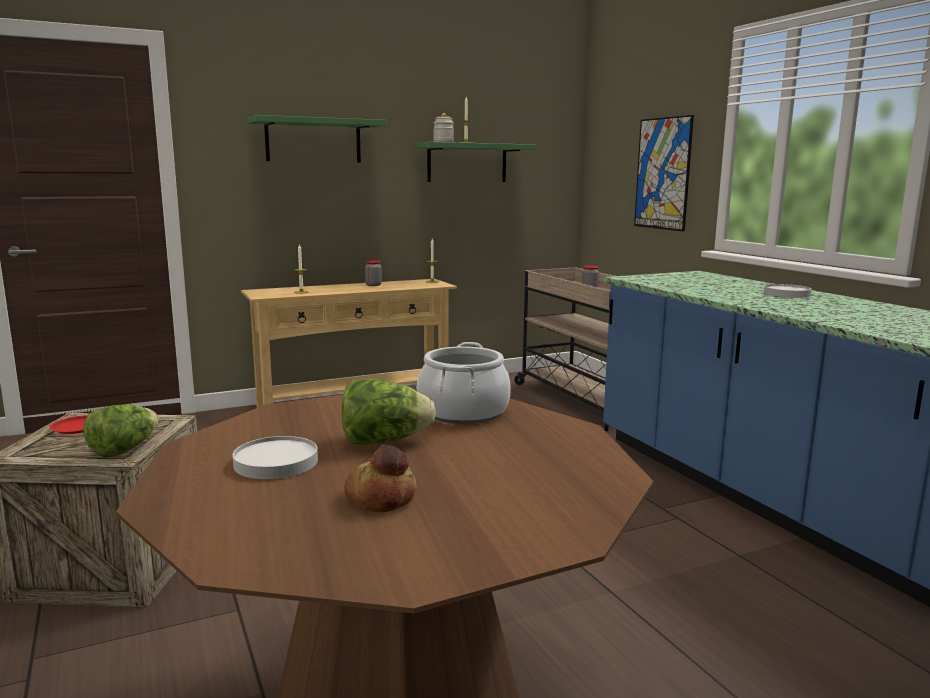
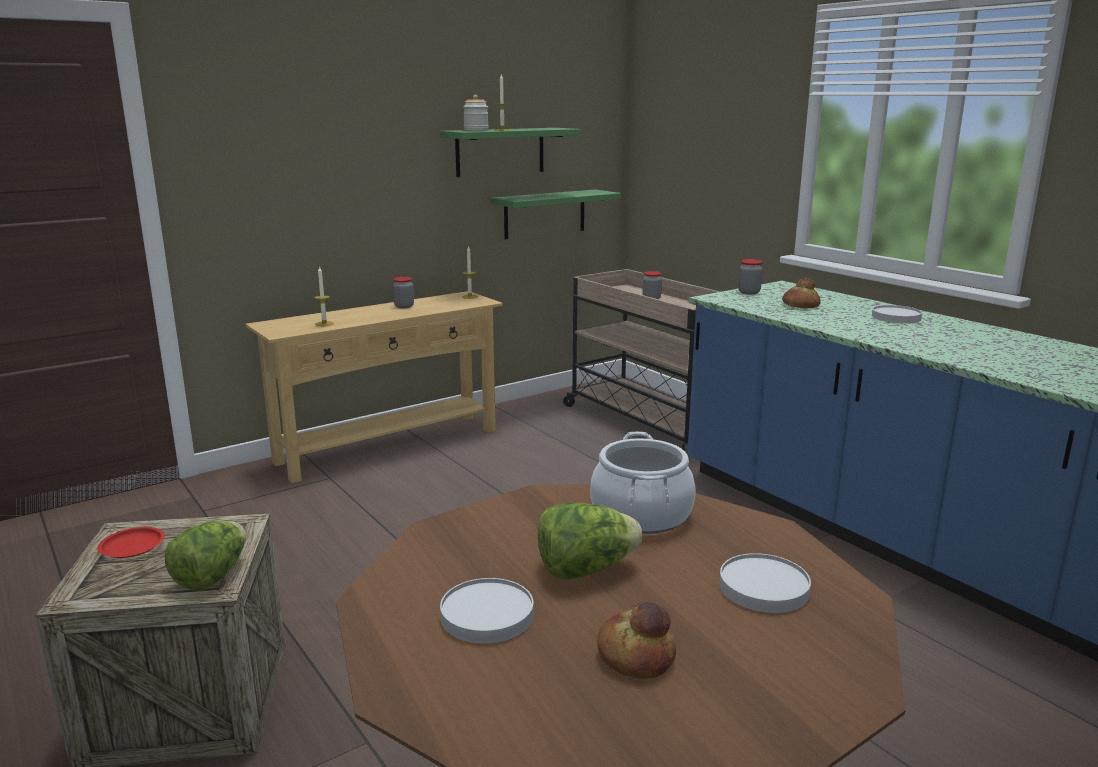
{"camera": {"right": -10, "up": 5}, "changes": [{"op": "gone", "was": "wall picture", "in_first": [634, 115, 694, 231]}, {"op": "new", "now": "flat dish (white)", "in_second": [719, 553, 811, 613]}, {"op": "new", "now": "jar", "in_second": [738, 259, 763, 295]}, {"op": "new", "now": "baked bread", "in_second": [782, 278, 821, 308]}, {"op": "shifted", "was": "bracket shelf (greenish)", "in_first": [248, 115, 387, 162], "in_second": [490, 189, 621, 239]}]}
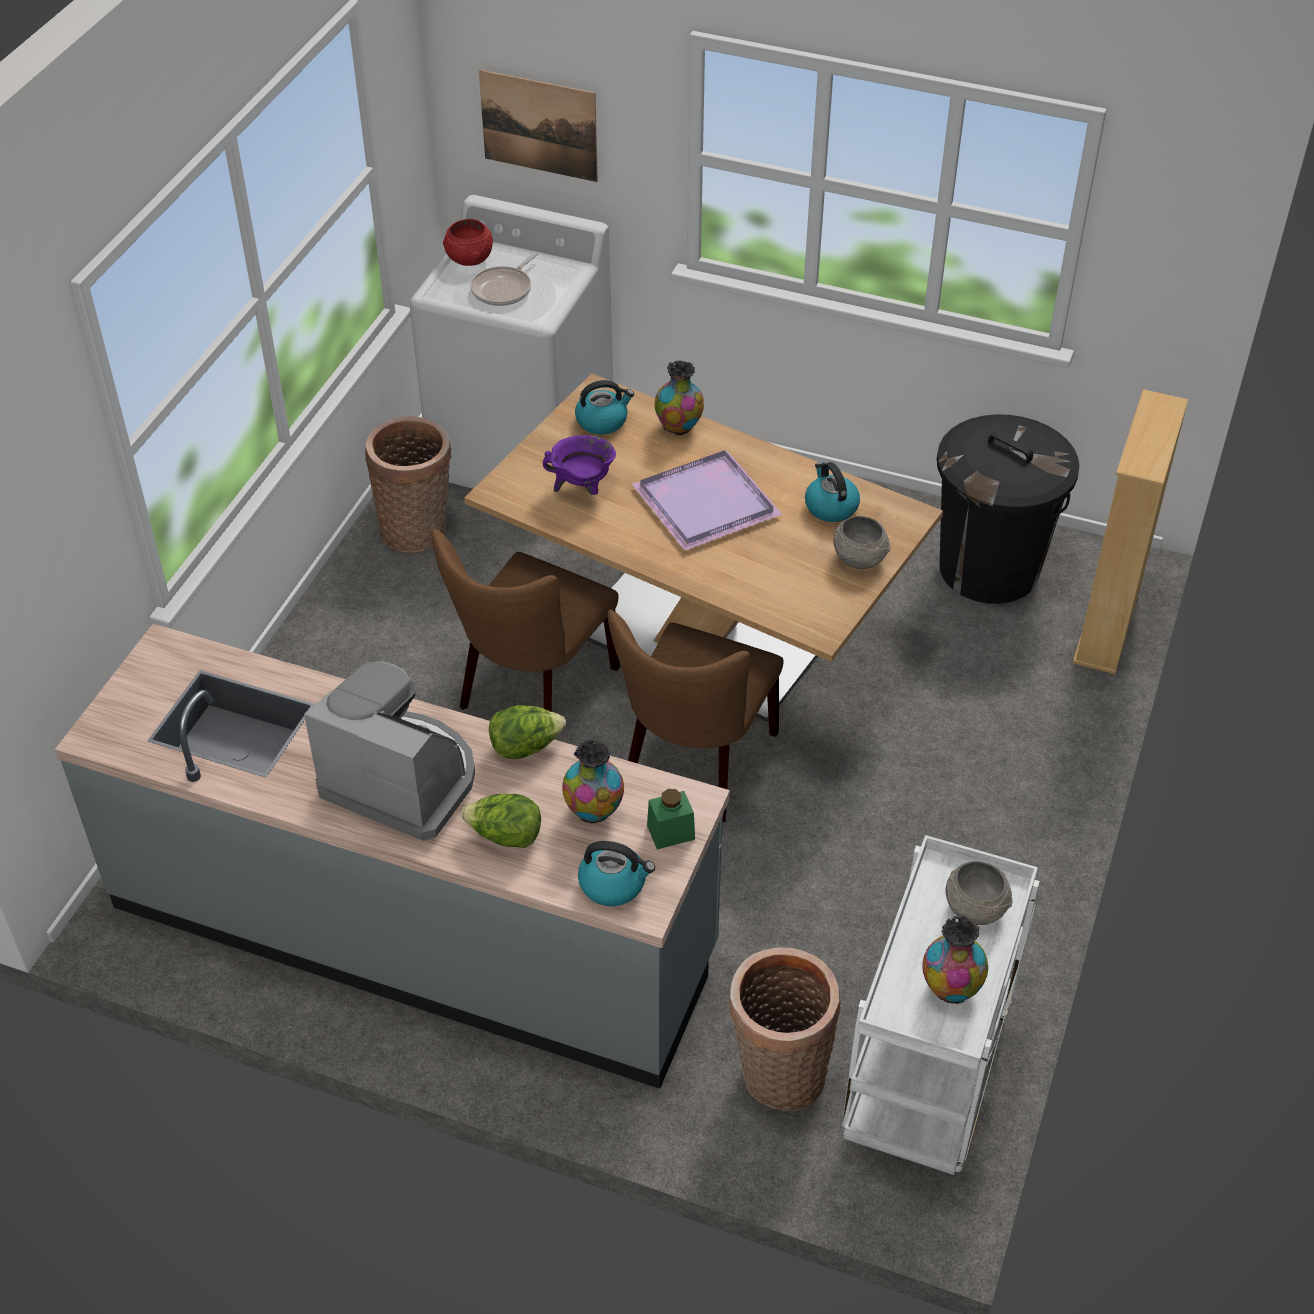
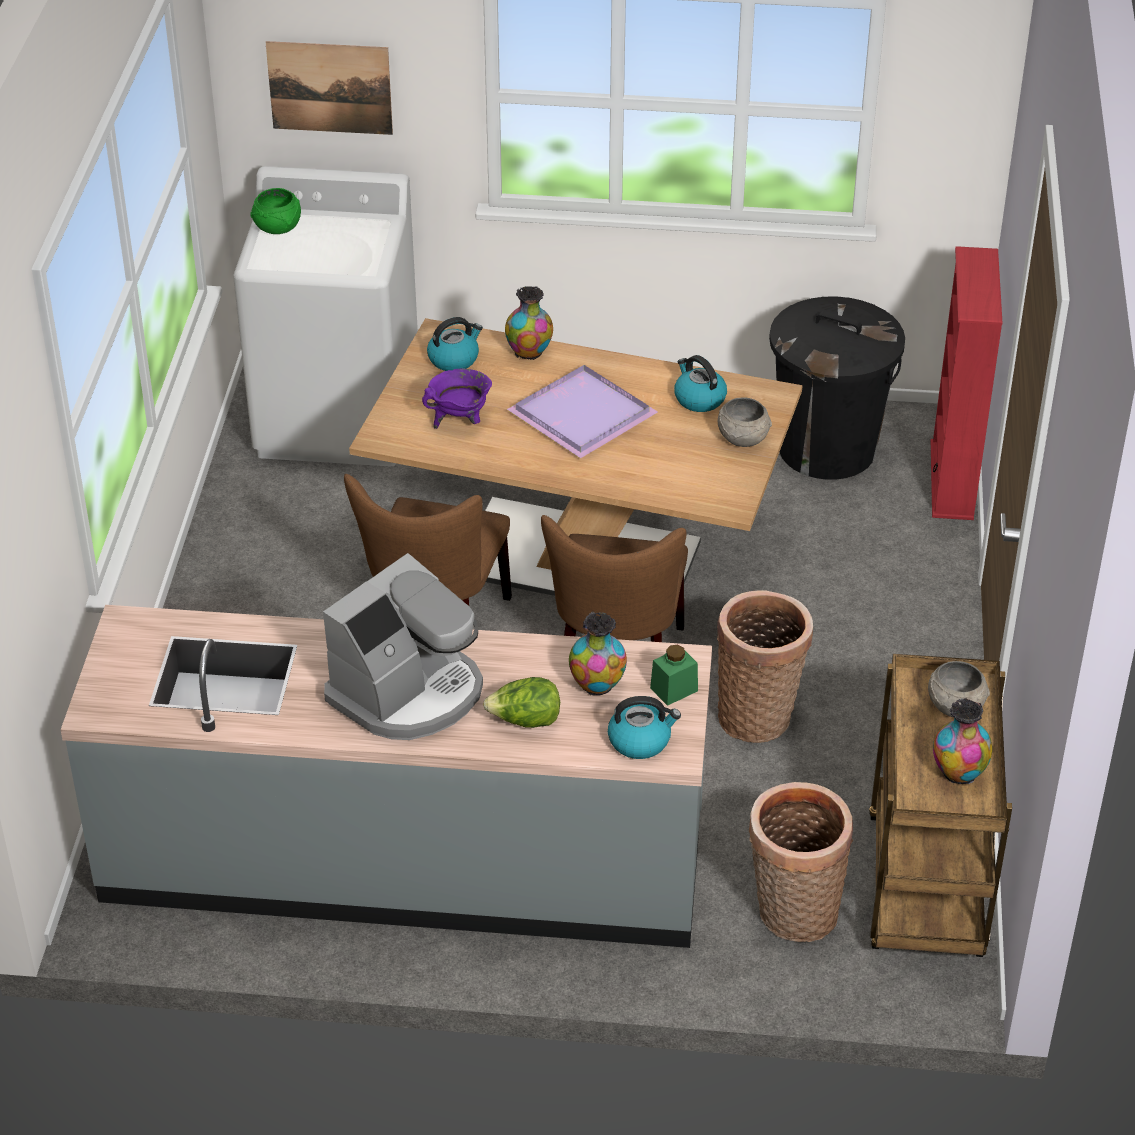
{"camera": {"right": -15, "up": -5}, "changes": [{"op": "gone", "was": "pan", "in_first": [470, 251, 539, 306]}, {"op": "gone", "was": "lettuce head", "in_first": [489, 705, 566, 759]}, {"op": "shifted", "was": "storage basket", "in_first": [365, 416, 452, 553], "in_second": [717, 590, 813, 743]}, {"op": "repainted", "was": "serving bowl (red-coloured)", "now": "serving bowl (greenish)", "in_first": [443, 219, 493, 266], "in_second": [250, 188, 301, 234]}, {"op": "repainted", "was": "wheeled cart (white)", "now": "wheeled cart (brown-coloured)", "in_first": [842, 835, 1040, 1175], "in_second": [869, 654, 1012, 957]}, {"op": "repainted", "was": "bookcase (beige)", "now": "bookcase (red-coloured)", "in_first": [1073, 389, 1188, 674], "in_second": [931, 246, 1003, 520]}, {"op": "rotated", "was": "coffee machine", "in_first": [304, 662, 475, 841], "in_second": [323, 553, 483, 740], "clockwise": 120}]}
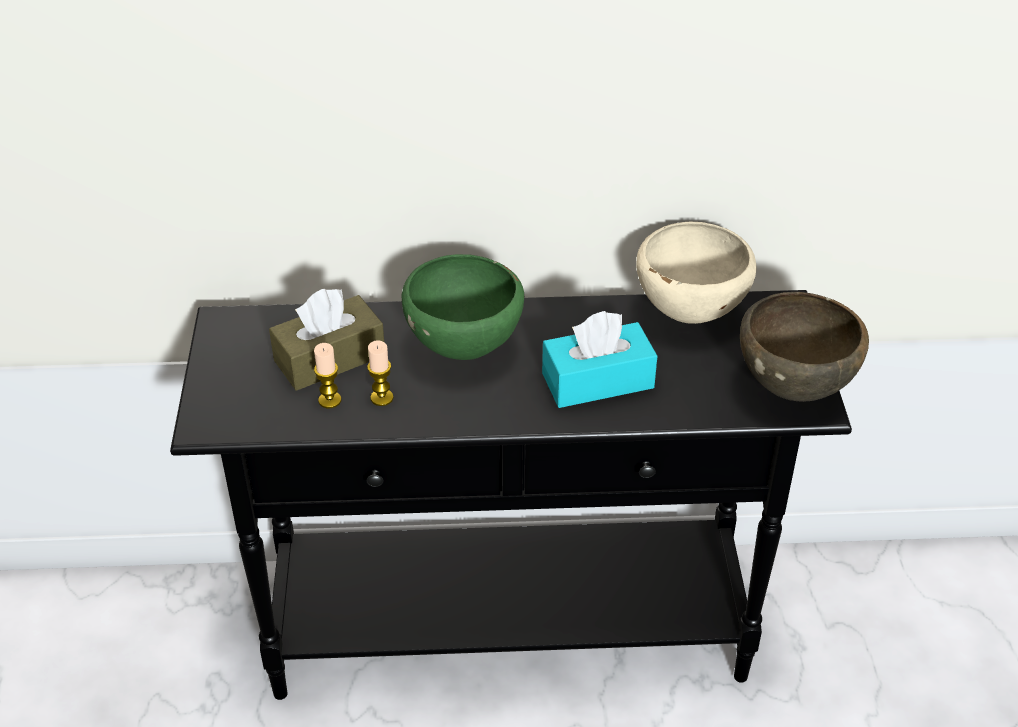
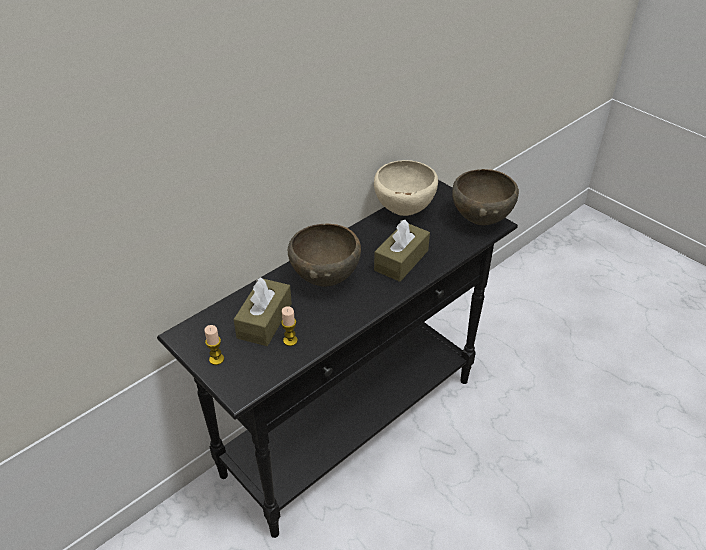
{"camera": {"right": -40, "up": 0}, "changes": [{"op": "shifted", "was": "candle", "in_first": [367, 340, 394, 406], "in_second": [204, 325, 224, 365]}, {"op": "repainted", "was": "serving bowl (greenish)", "now": "serving bowl (brown-coloured)", "in_first": [401, 254, 524, 360], "in_second": [288, 224, 361, 286]}, {"op": "repainted", "was": "tissue box (blue-green)", "now": "tissue box (brown-coloured)", "in_first": [542, 311, 657, 408], "in_second": [374, 220, 430, 282]}]}
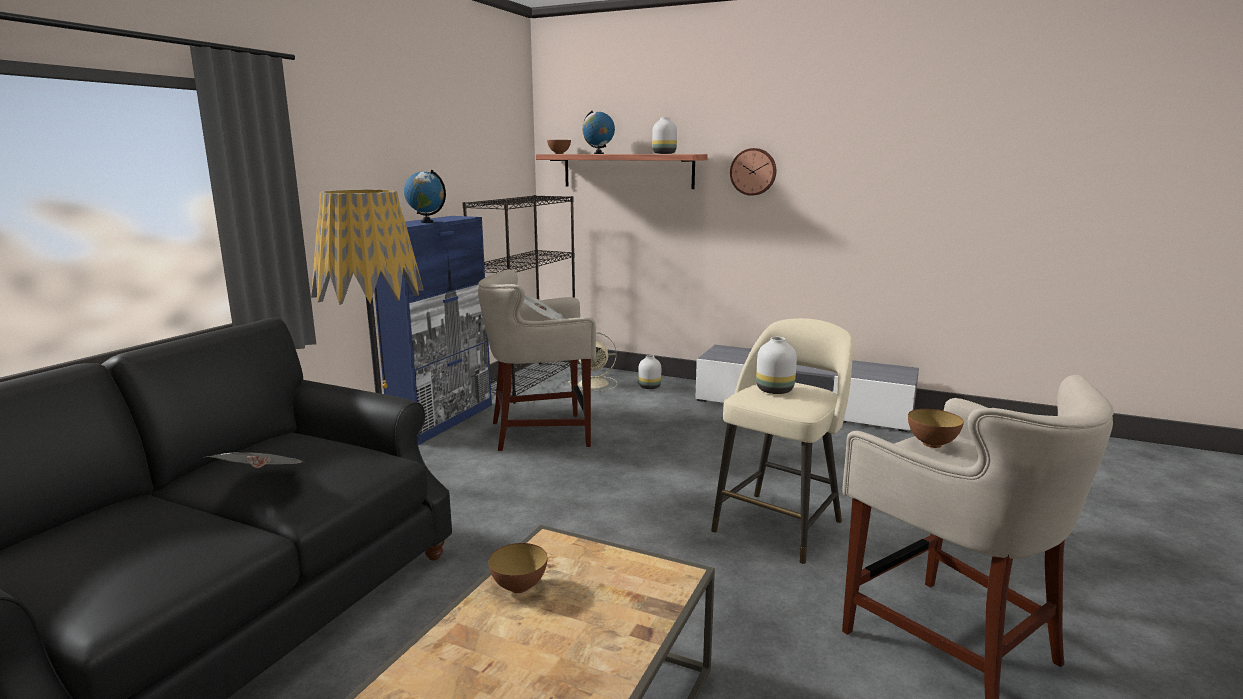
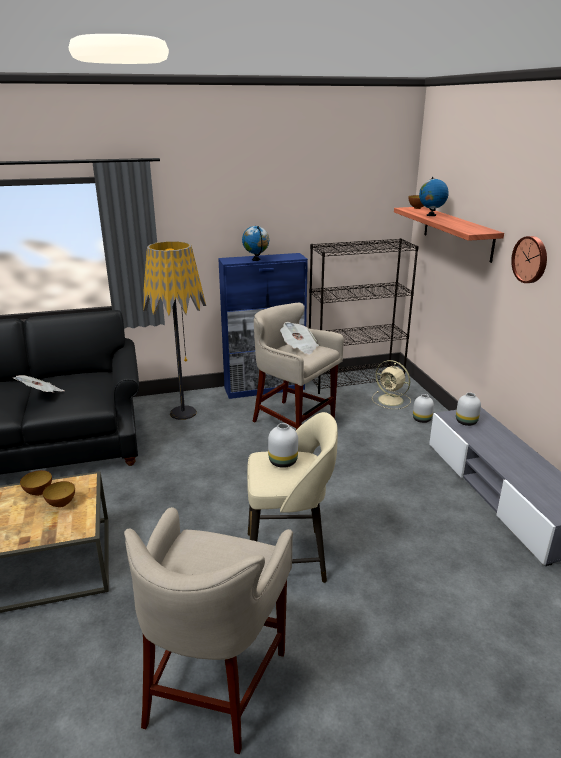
{"camera": {"right": 50, "up": 10}, "changes": [{"op": "shifted", "was": "decorative vase (white)", "in_first": [652, 117, 677, 154], "in_second": [456, 392, 481, 426]}, {"op": "shifted", "was": "serving bowl", "in_first": [908, 409, 964, 448], "in_second": [43, 481, 75, 508]}]}
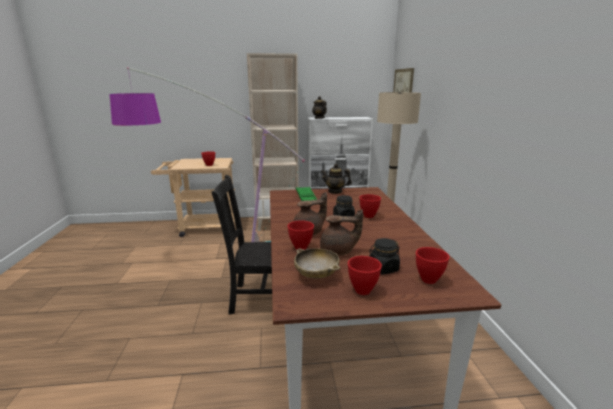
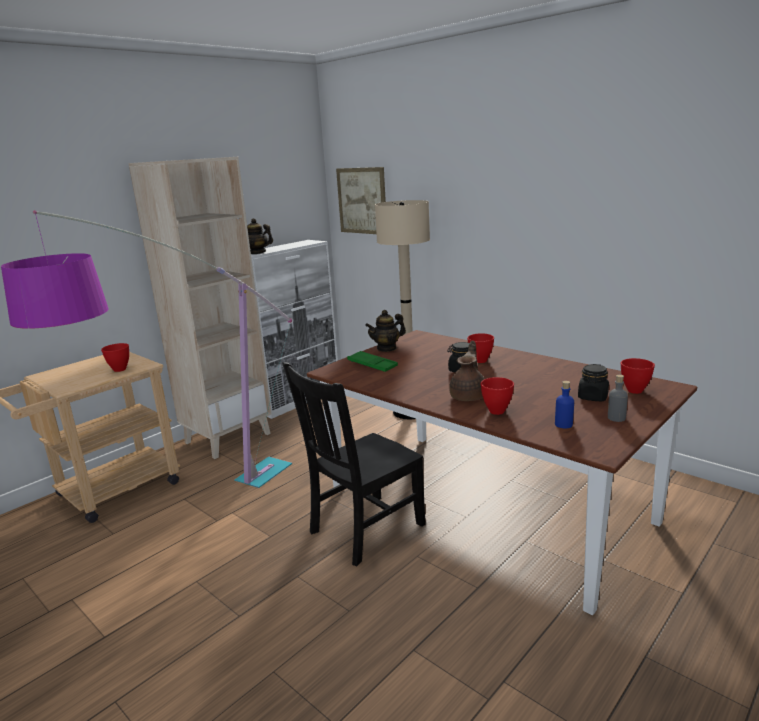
{"camera": {"right": -40, "up": 0}, "changes": [{"op": "gone", "was": "teapot (brown-coloured)", "in_first": [320, 209, 363, 256]}, {"op": "swapped", "was": "serving bowl (beige)", "now": "drink bottle (blue-coloured)", "in_first": [294, 248, 341, 278], "in_second": [555, 381, 574, 428]}, {"op": "swapped", "was": "serving bowl (red-coloured)", "now": "drink bottle (gray)", "in_first": [348, 256, 382, 295], "in_second": [608, 375, 628, 422]}]}
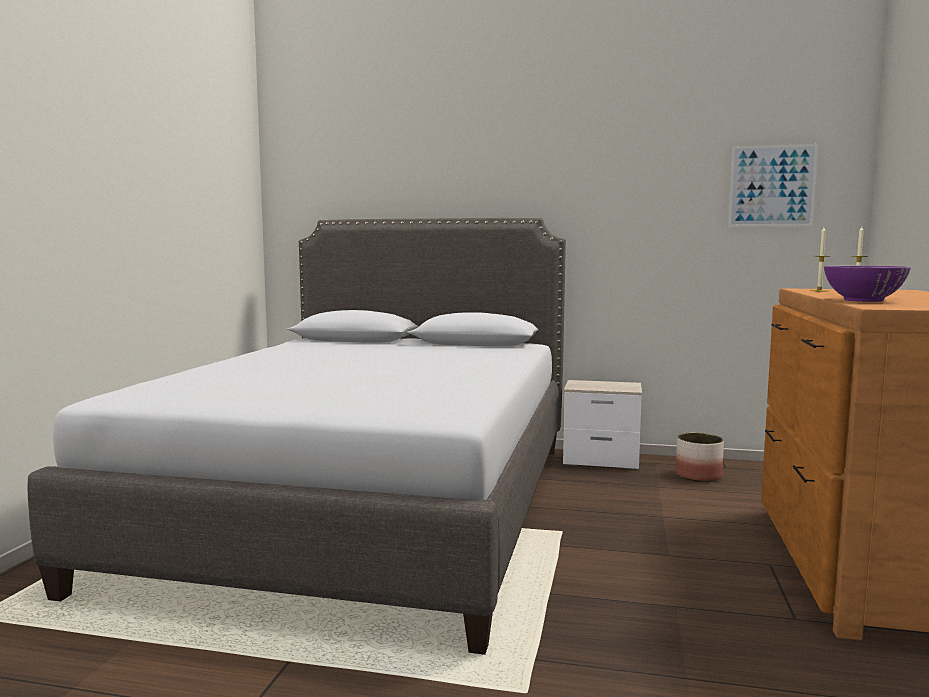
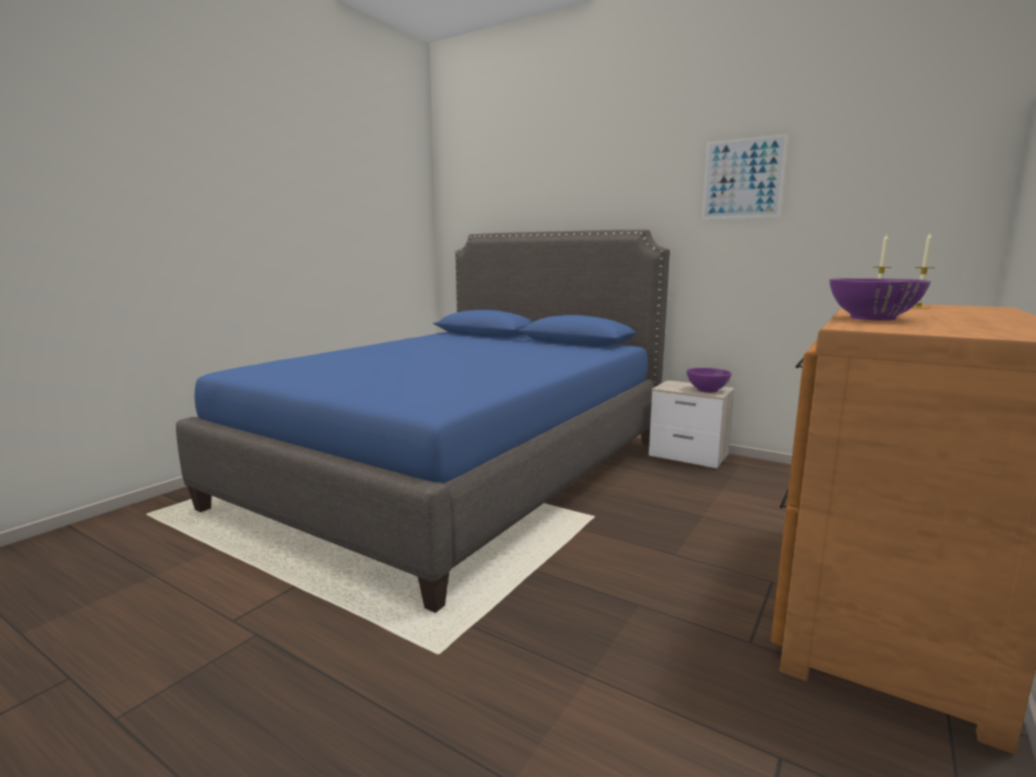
{"camera": {"right": 20, "up": 5}, "changes": [{"op": "gone", "was": "plant pot", "in_first": [675, 433, 724, 482]}, {"op": "new", "now": "serving bowl (purplish)", "in_second": [687, 368, 732, 393]}, {"op": "shifted", "was": "wall picture", "in_first": [728, 144, 818, 227], "in_second": [702, 134, 788, 219]}, {"op": "repainted", "was": "bed (gray)", "now": "bed (blue-coloured)", "in_first": [27, 218, 566, 655], "in_second": [176, 230, 670, 613]}]}
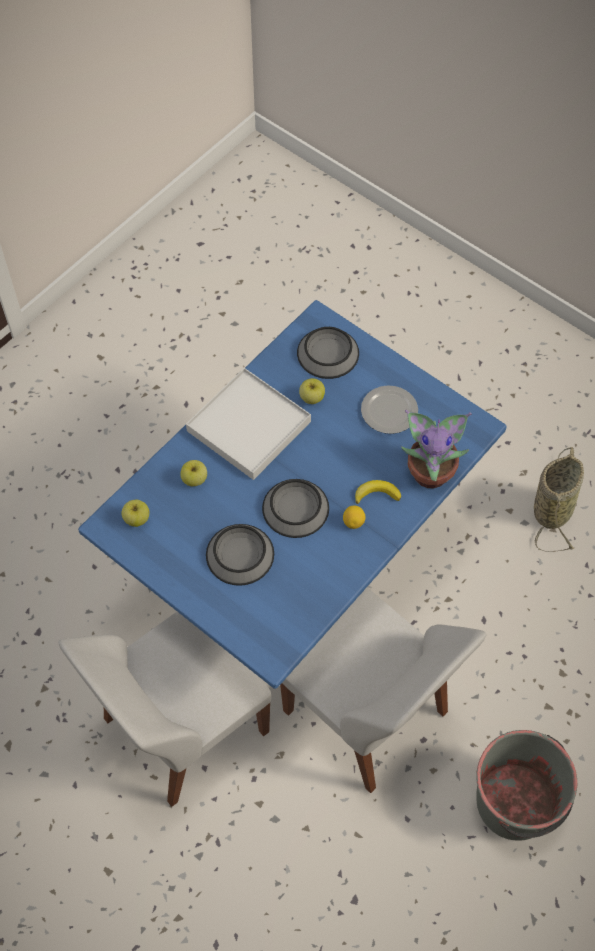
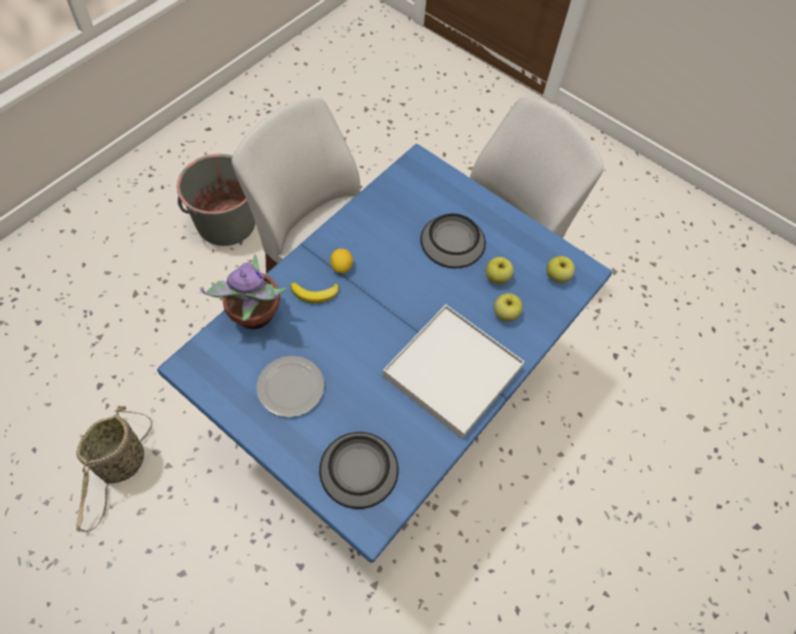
{"camera": {"right": 175, "up": 0}, "changes": [{"op": "gone", "was": "serving bowl", "in_first": [262, 479, 329, 538]}, {"op": "shifted", "was": "apple fruit", "in_first": [299, 378, 325, 404], "in_second": [486, 257, 514, 284]}]}
